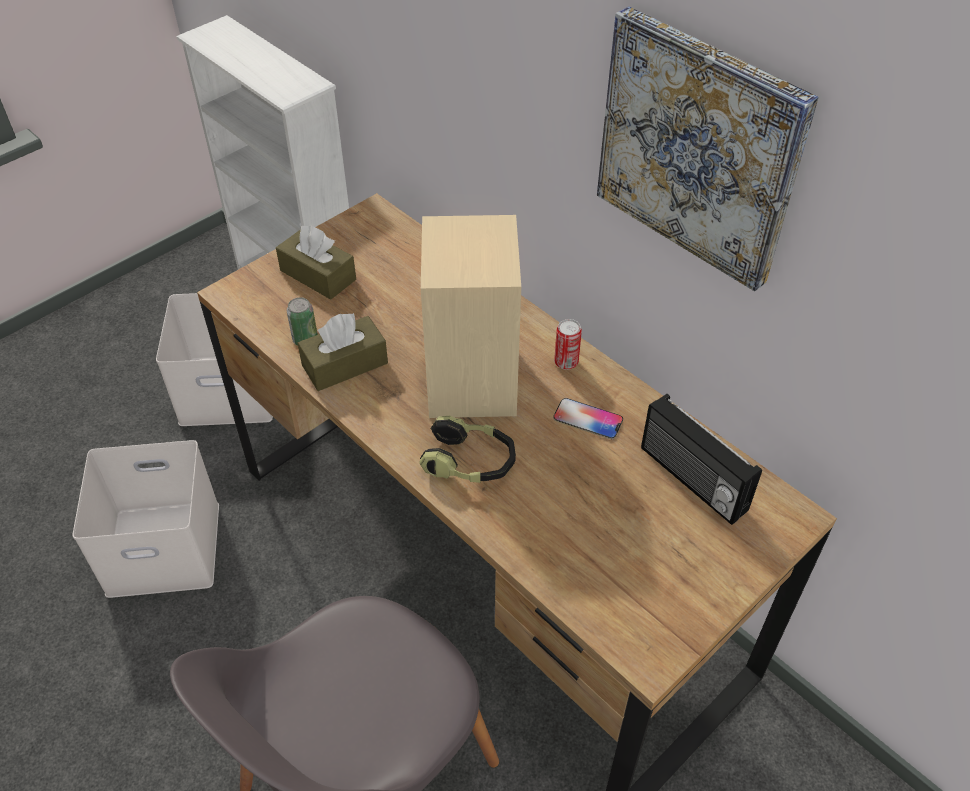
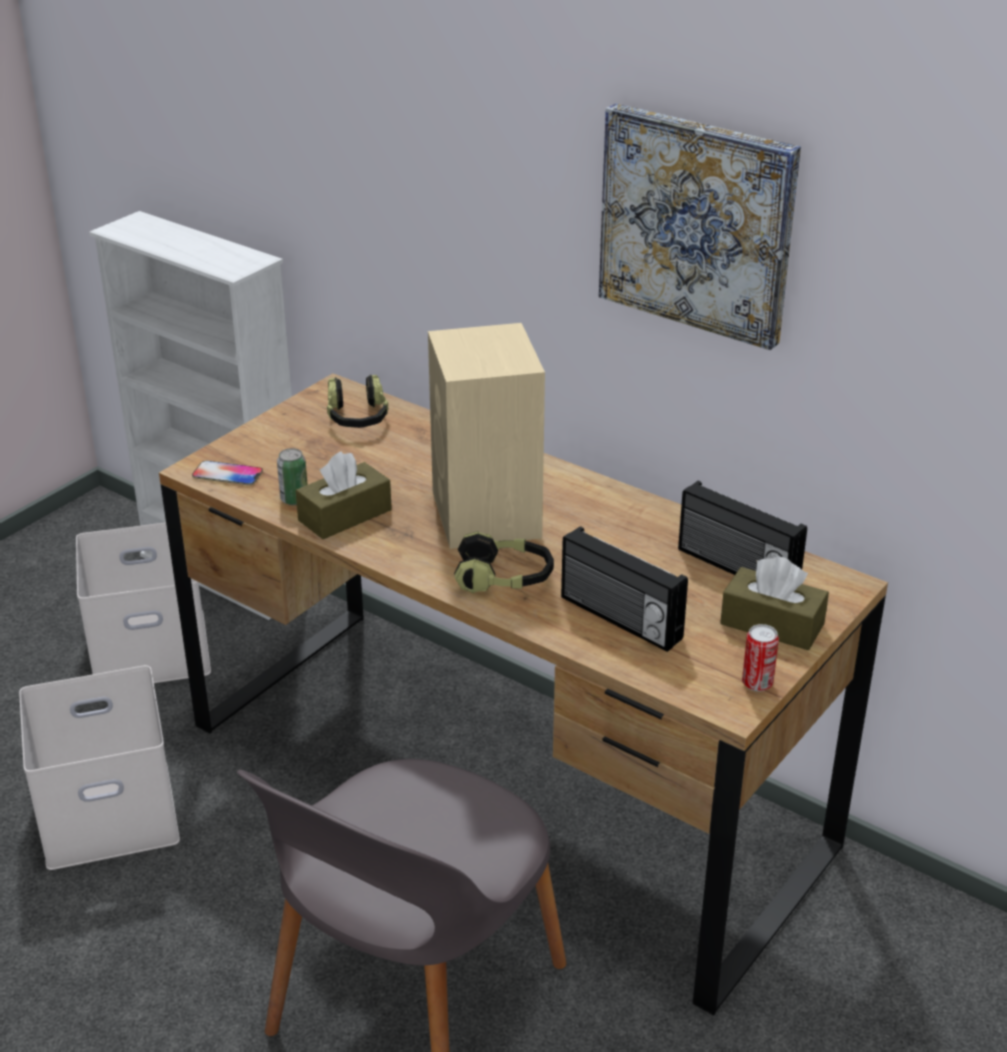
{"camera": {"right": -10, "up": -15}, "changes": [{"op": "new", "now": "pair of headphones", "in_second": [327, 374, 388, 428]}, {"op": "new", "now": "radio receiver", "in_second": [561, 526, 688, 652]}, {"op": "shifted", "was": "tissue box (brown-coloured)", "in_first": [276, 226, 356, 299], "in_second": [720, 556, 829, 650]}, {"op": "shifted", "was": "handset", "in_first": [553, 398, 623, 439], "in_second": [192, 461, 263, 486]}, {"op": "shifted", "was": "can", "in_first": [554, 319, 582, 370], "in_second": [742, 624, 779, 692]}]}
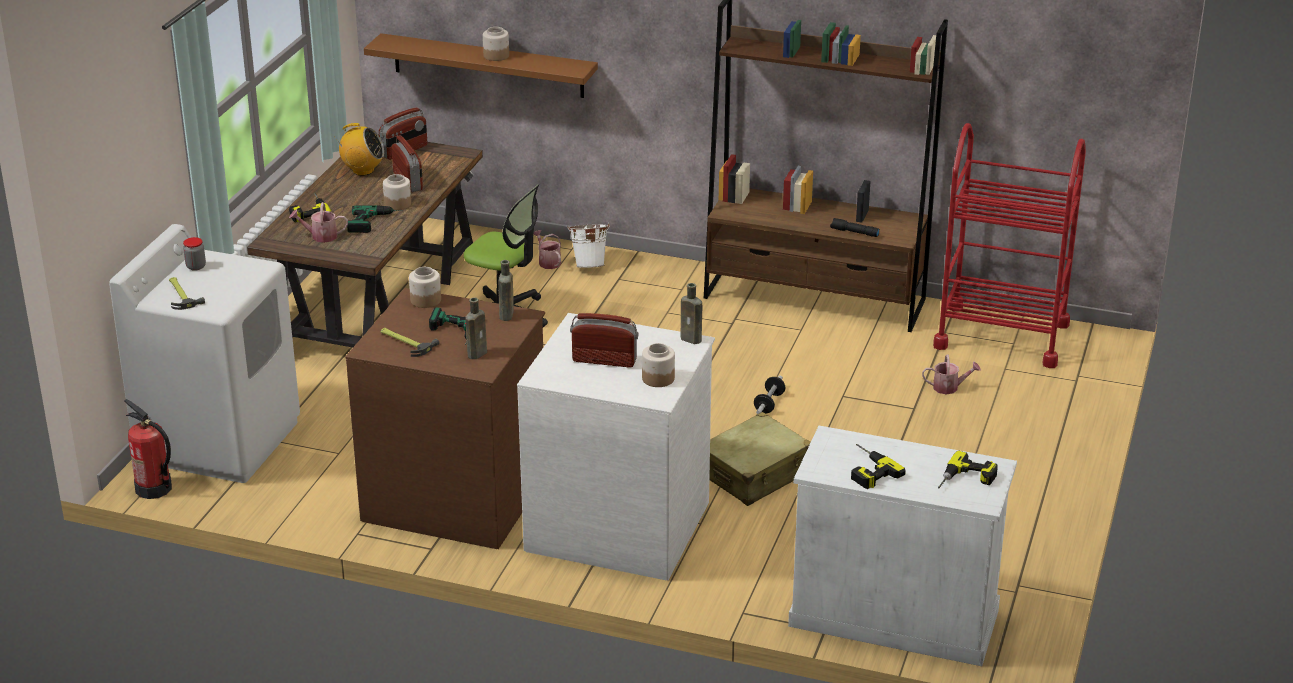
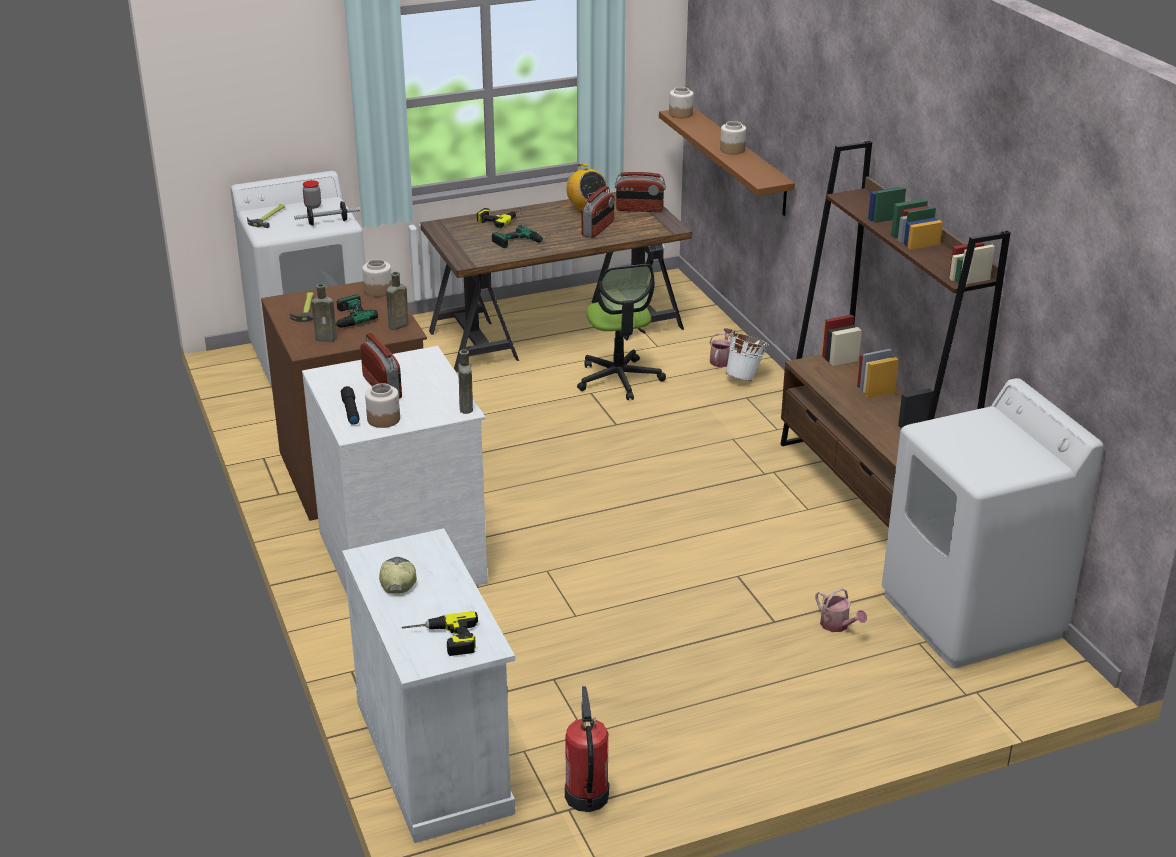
{"camera": {"right": 50, "up": 0}, "changes": [{"op": "gone", "was": "watering pot", "in_first": [289, 202, 348, 243]}, {"op": "gone", "was": "suitcase (beige)", "in_first": [709, 412, 811, 506]}, {"op": "shifted", "was": "fire extinguisher", "in_first": [124, 399, 172, 499], "in_second": [565, 686, 609, 812]}, {"op": "shifted", "was": "jar", "in_first": [383, 174, 411, 210], "in_second": [669, 87, 694, 118]}, {"op": "shifted", "was": "free weight", "in_first": [754, 376, 785, 414], "in_second": [294, 201, 360, 225]}, {"op": "shifted", "was": "hand torch (blackish)", "in_first": [830, 218, 880, 237], "in_second": [341, 386, 360, 425]}, {"op": "swapped", "was": "electric drill", "now": "baseball cap", "in_first": [851, 444, 906, 489], "in_second": [379, 557, 417, 593]}, {"op": "swapped", "was": "wheeled cart (red-coloured)", "now": "laundry appliance (white)", "in_first": [933, 123, 1086, 368], "in_second": [882, 378, 1104, 668]}]}
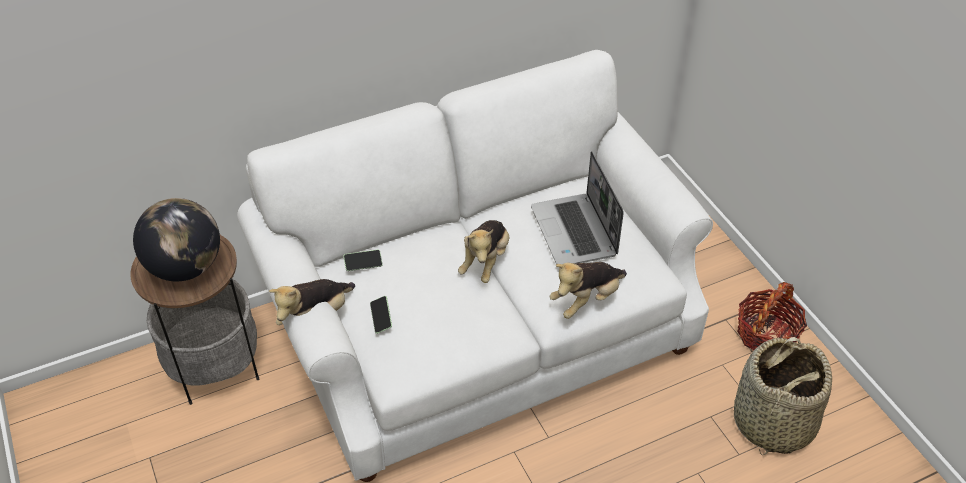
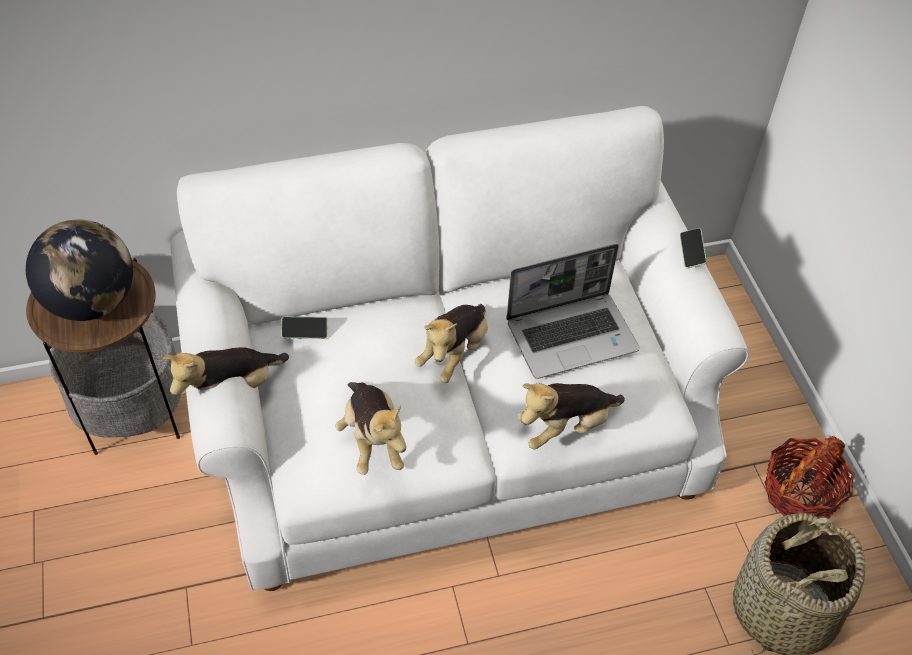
{"camera": {"right": 10, "up": 5}, "changes": [{"op": "new", "now": "soft toy", "in_second": [335, 382, 407, 475]}, {"op": "shifted", "was": "handset", "in_first": [370, 296, 392, 334], "in_second": [680, 228, 707, 268]}, {"op": "rotated", "was": "portable computer", "in_first": [531, 151, 624, 264], "in_second": [506, 244, 640, 379], "clockwise": -105}]}
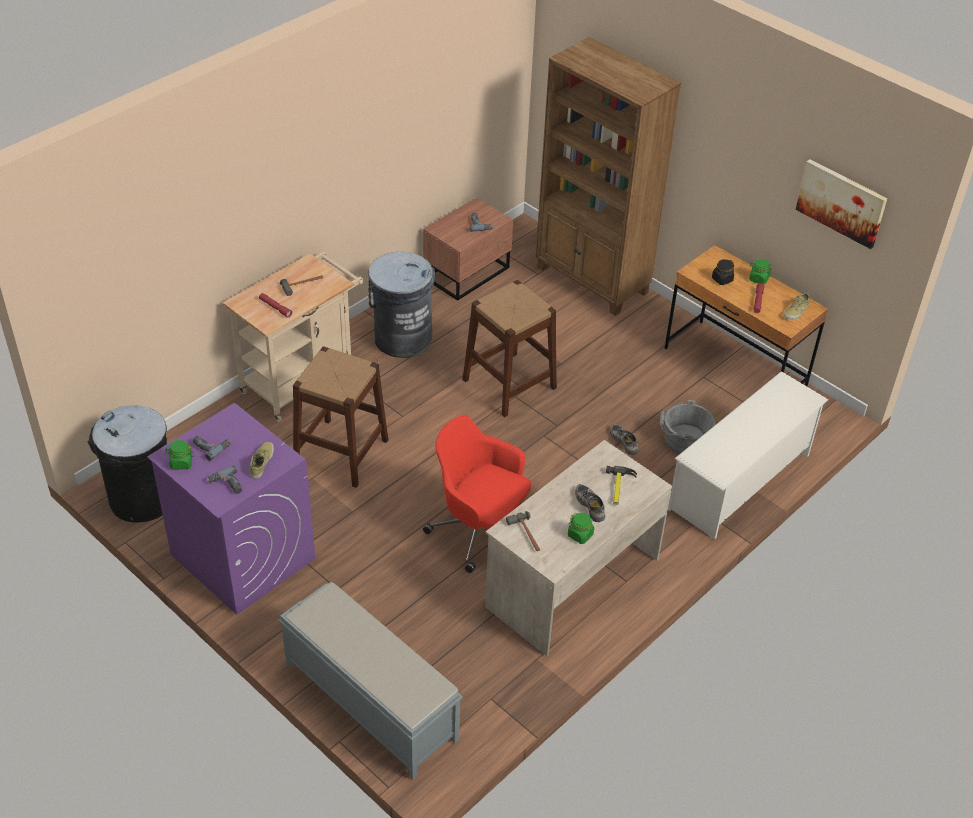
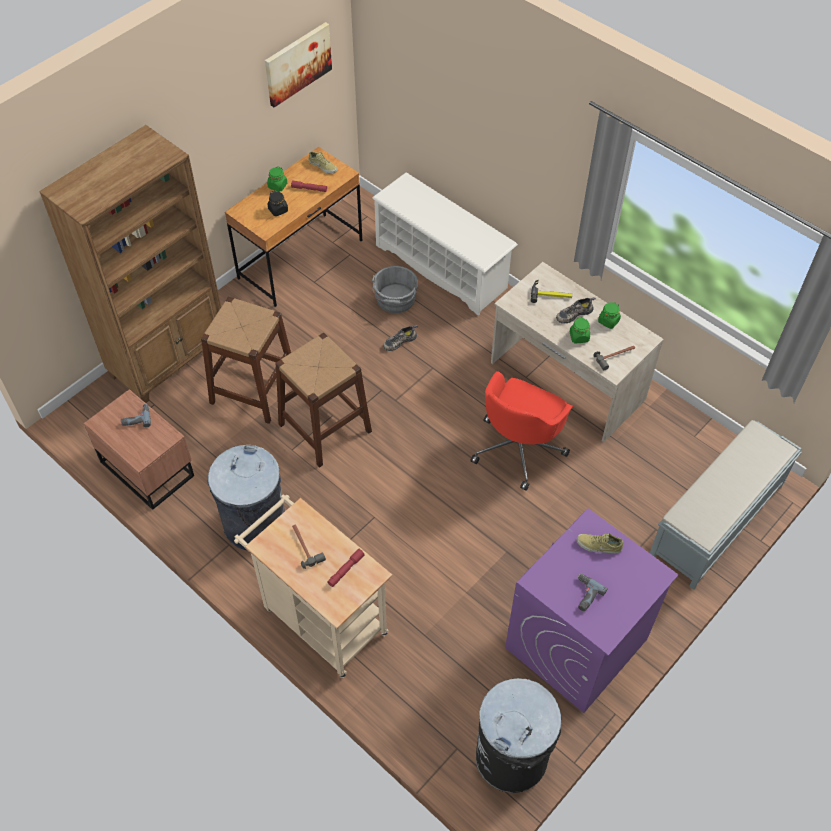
{"camera": {"right": -90, "up": 10}, "changes": [{"op": "gone", "was": "electric drill", "in_first": [207, 465, 242, 494]}, {"op": "shifted", "was": "jar (greenish)", "in_first": [165, 440, 194, 470], "in_second": [570, 317, 590, 343]}, {"op": "shifted", "was": "stool (brown-coloured)", "in_first": [293, 346, 388, 488], "in_second": [201, 297, 291, 424]}]}
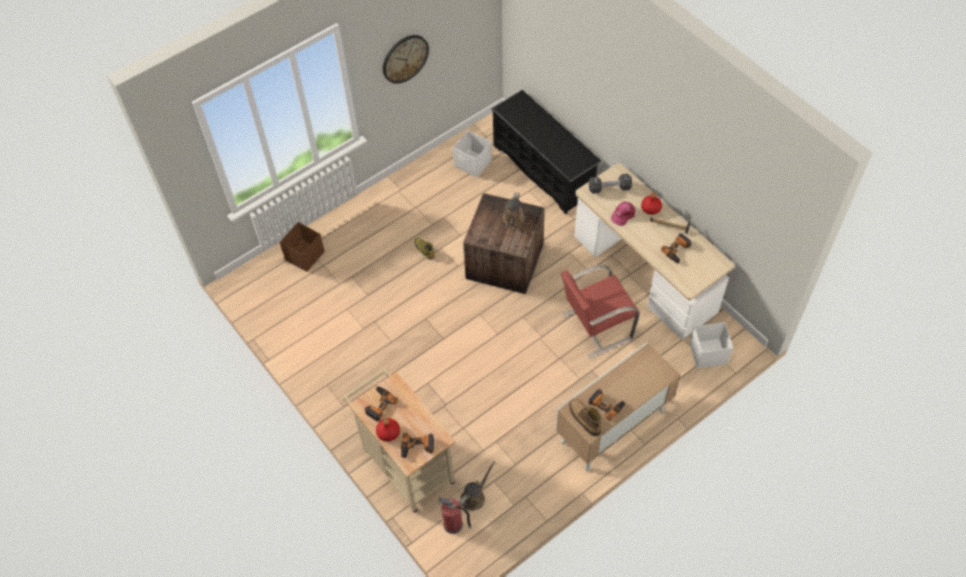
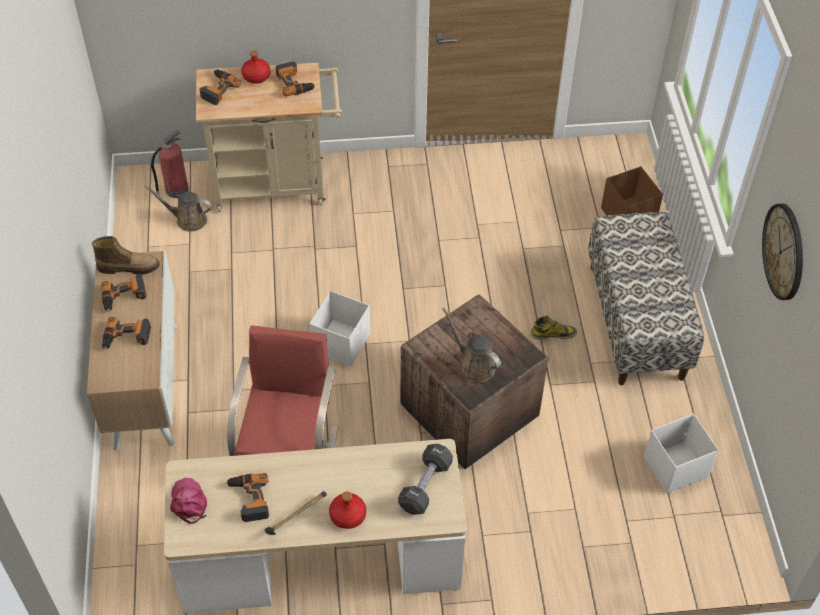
{"camera": {"right": 120, "up": -5}, "changes": [{"op": "gone", "was": "shoe shelf (blackish)", "in_first": [491, 90, 602, 214]}, {"op": "new", "now": "electric drill", "in_second": [102, 317, 151, 350]}, {"op": "new", "now": "long seat", "in_second": [588, 212, 704, 385]}, {"op": "shifted", "was": "baseball cap (pink)", "in_first": [611, 201, 635, 226], "in_second": [170, 478, 207, 524]}, {"op": "shifted", "was": "storage container (white)", "in_first": [690, 322, 733, 369], "in_second": [310, 291, 370, 367]}, {"op": "rotated", "was": "watering pot (brown-coloured)", "in_first": [459, 461, 495, 511], "in_second": [144, 186, 212, 232], "clockwise": 120}]}
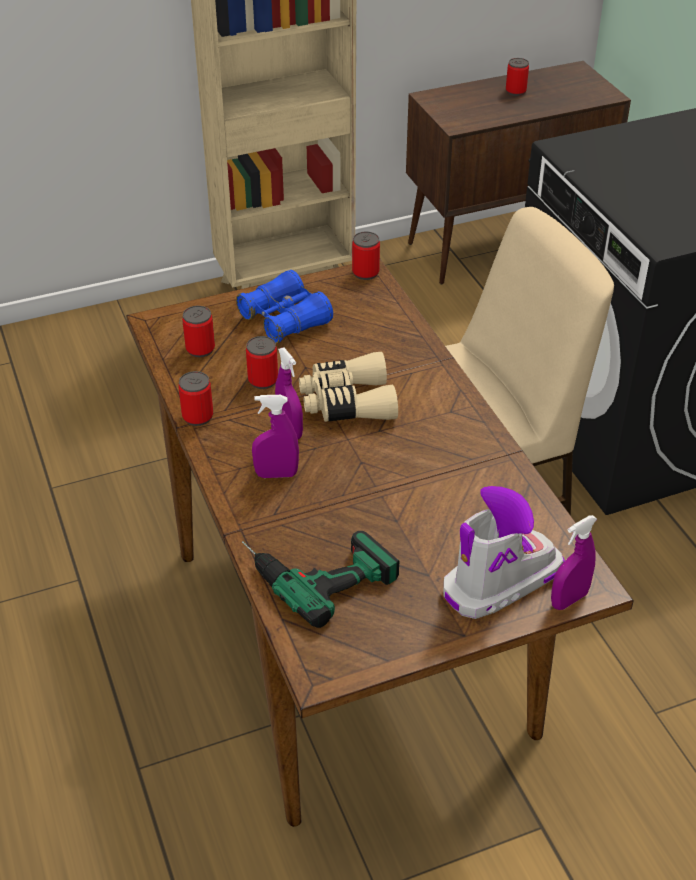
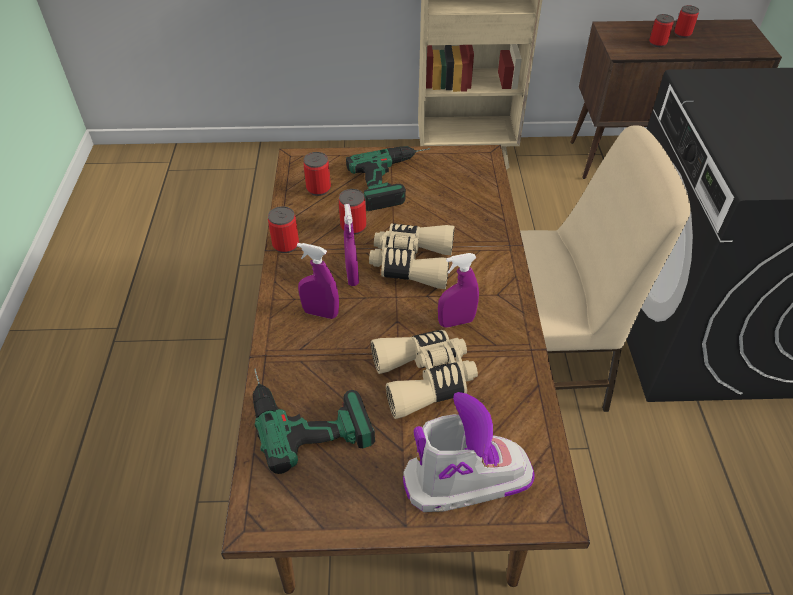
{"camera": {"right": 20, "up": 5}, "changes": [{"op": "new", "now": "pair of binoculars (beige)", "in_second": [371, 330, 478, 419]}, {"op": "shifted", "was": "can", "in_first": [352, 232, 380, 280], "in_second": [649, 14, 674, 47]}, {"op": "shifted", "was": "sprayer (purplish)", "in_first": [551, 515, 597, 610], "in_second": [438, 253, 479, 328]}, {"op": "swapped", "was": "pair of binoculars (blue-coloured)", "now": "electric drill", "in_first": [236, 270, 333, 343], "in_second": [346, 146, 431, 211]}]}
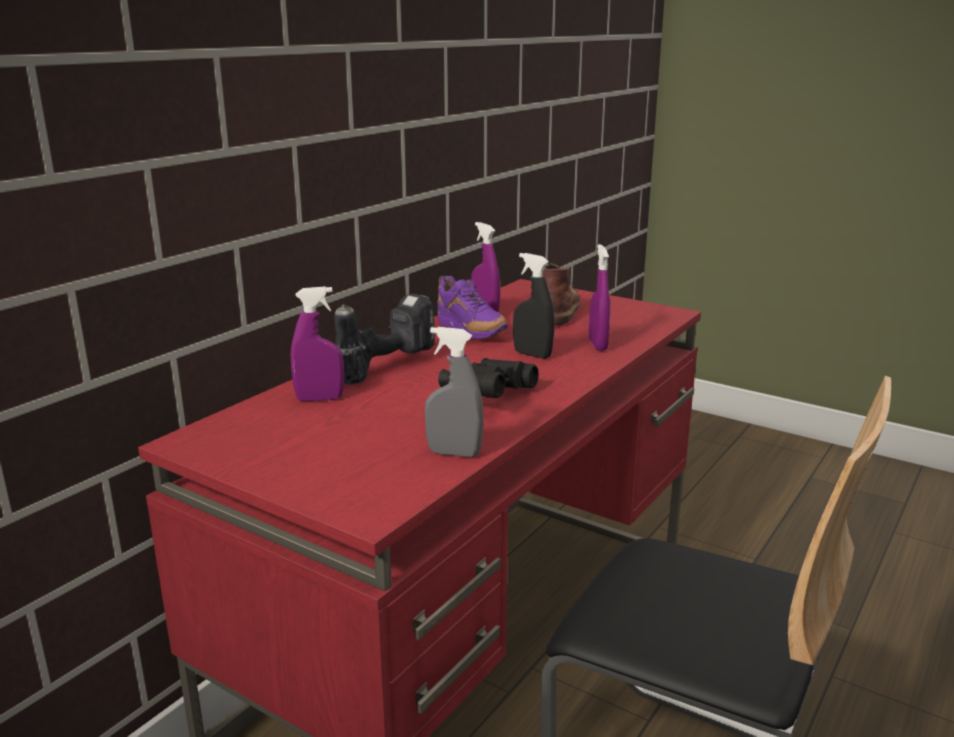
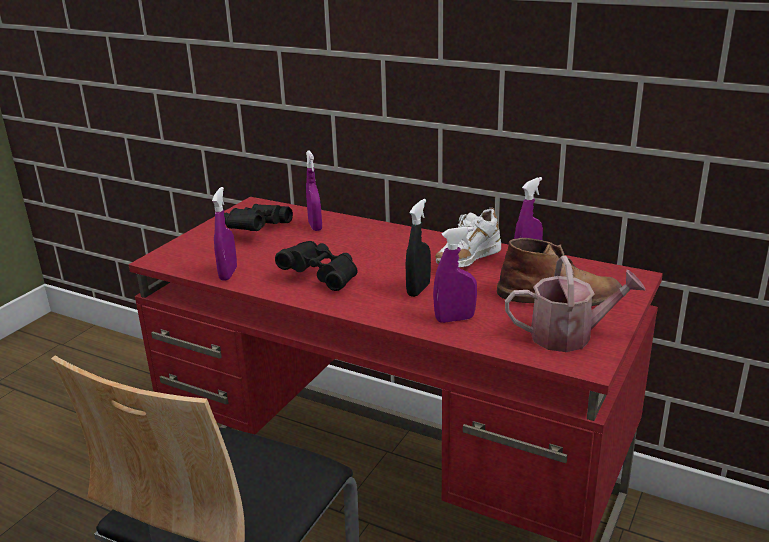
{"camera": {"right": 85, "up": 5}, "changes": [{"op": "gone", "was": "electric drill", "in_first": [334, 294, 435, 385]}, {"op": "new", "now": "pair of binoculars (blackish)", "in_second": [224, 204, 293, 231]}, {"op": "new", "now": "watering pot", "in_second": [505, 256, 645, 352]}, {"op": "repainted", "was": "sprayer (gray)", "now": "sprayer (purplish)", "in_first": [425, 327, 483, 457], "in_second": [212, 187, 237, 281]}, {"op": "repainted", "was": "item of footwear (purplish)", "now": "item of footwear (white)", "in_first": [437, 276, 508, 339], "in_second": [435, 208, 501, 267]}]}
